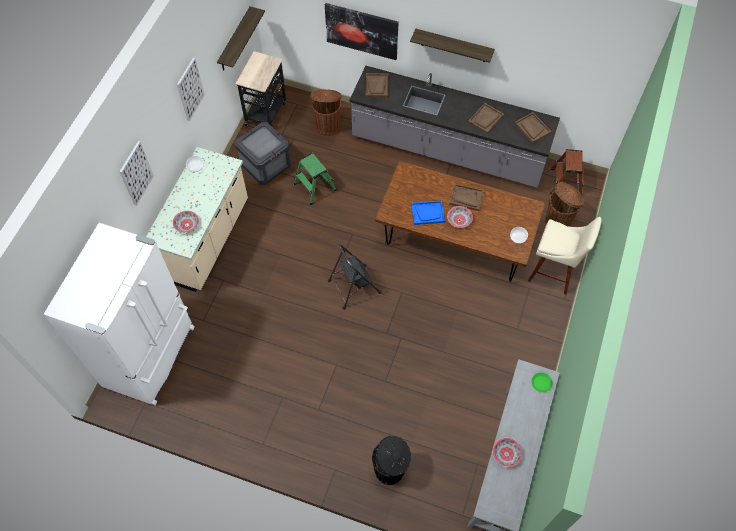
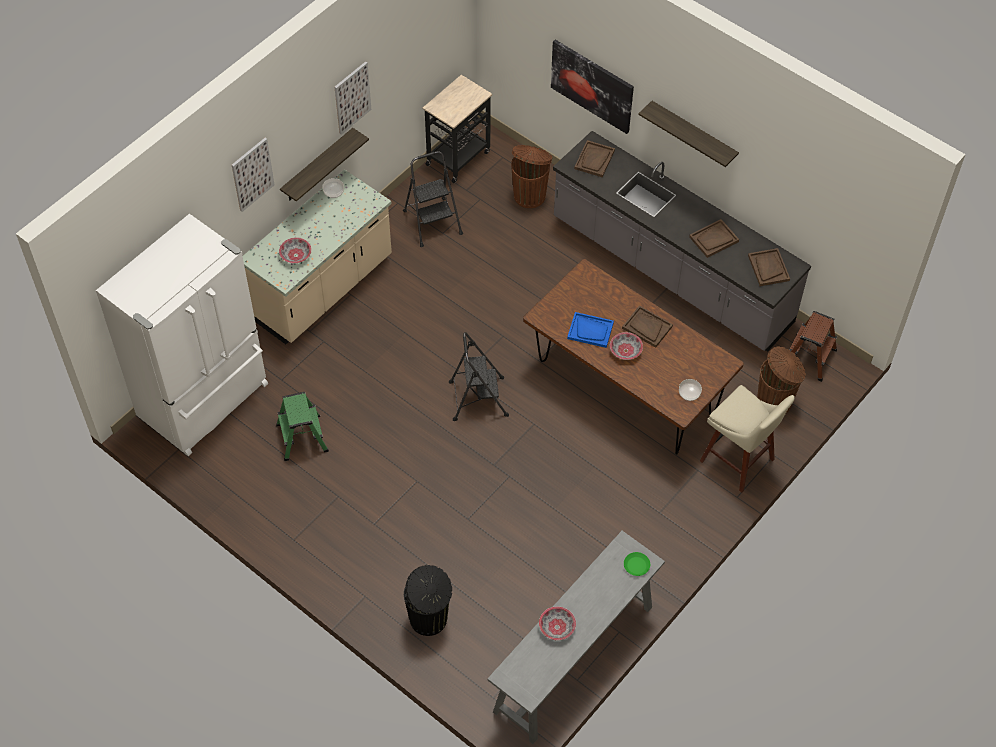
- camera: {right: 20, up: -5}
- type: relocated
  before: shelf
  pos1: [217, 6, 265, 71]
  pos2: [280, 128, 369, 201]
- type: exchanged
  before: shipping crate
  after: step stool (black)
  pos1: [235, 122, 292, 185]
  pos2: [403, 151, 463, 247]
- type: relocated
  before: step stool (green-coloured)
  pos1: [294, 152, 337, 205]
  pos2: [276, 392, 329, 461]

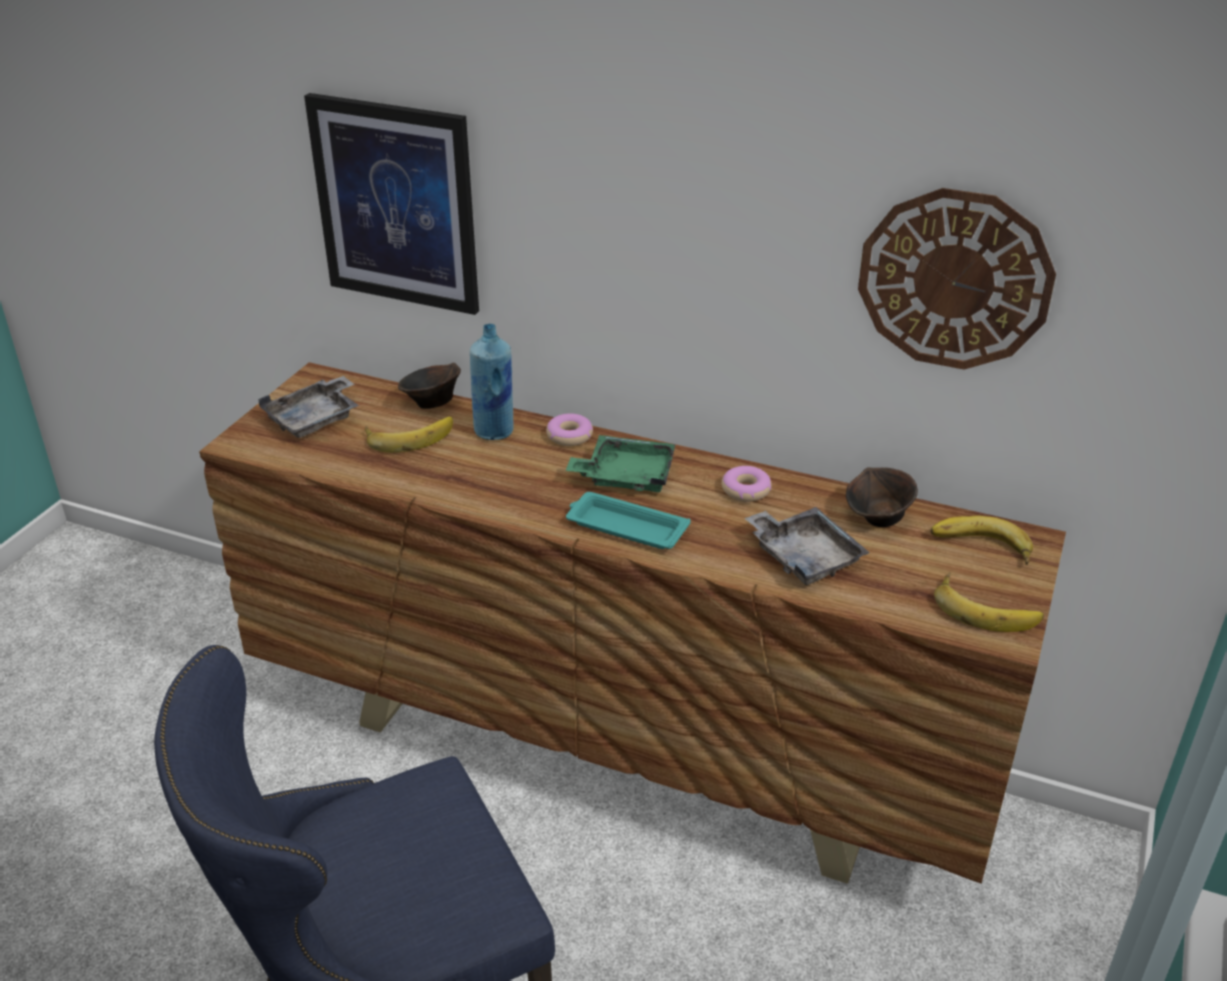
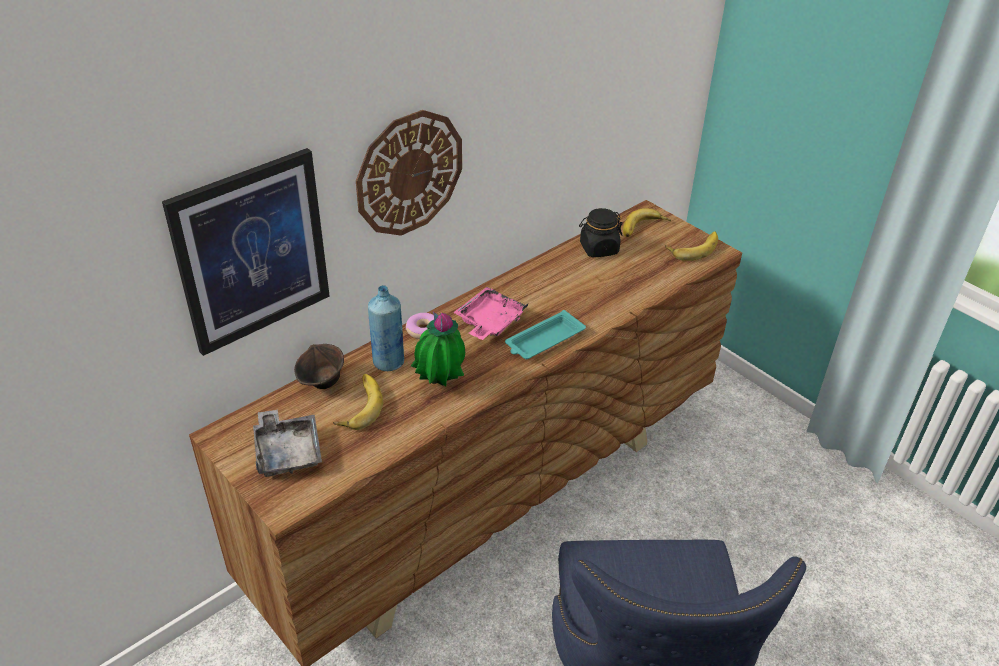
- camera: {right: -65, up: 5}
- type: colour
  before: tray (green-coloured)
  after: tray (pink-coloured)
  pos1: [565, 435, 676, 492]
  pos2: [453, 287, 528, 340]
- type: missing
  before: doughnut
  pos1: [722, 466, 771, 502]
- type: missing
  before: tray (grey)
  pos1: [745, 507, 870, 585]
- type: exchanged
  before: deep dish (brownish)
  after: preserve jar (black)
  pos1: [846, 467, 918, 527]
  pos2: [579, 208, 623, 257]
- type: relocated
  before: clock on the wall
  pos1: [858, 188, 1056, 370]
  pos2: [356, 110, 462, 236]
- type: appeared
  after: plant in a pot
  pos2: [411, 312, 465, 387]

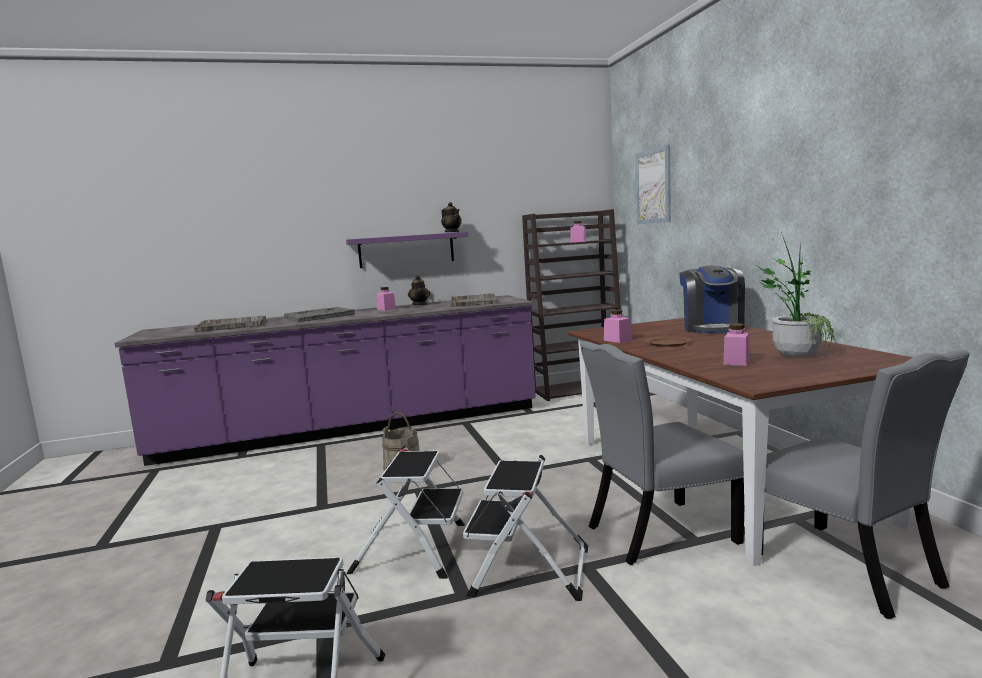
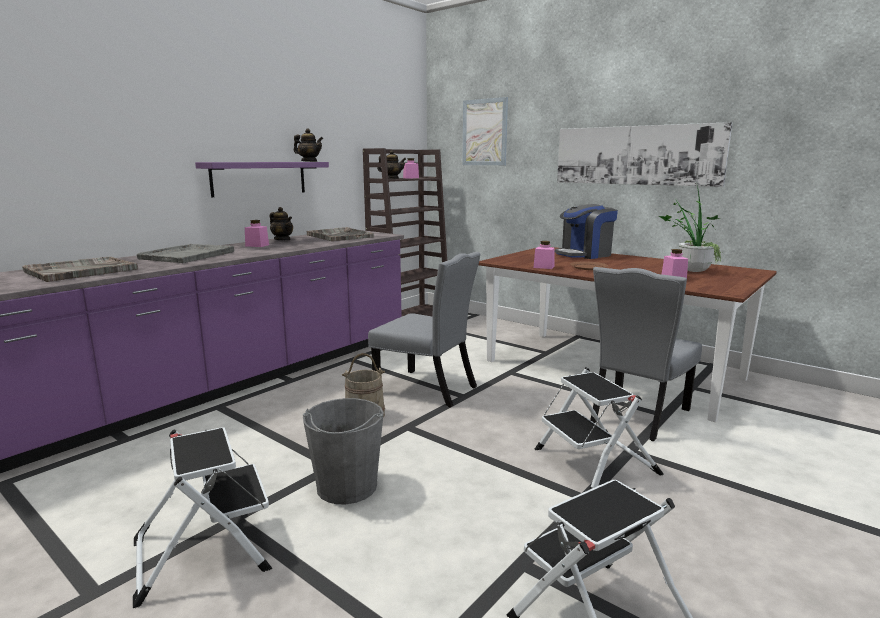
- camera: {right: -35, up: 5}
- type: relocated
  before: step stool
  pos1: [346, 446, 465, 579]
  pos2: [133, 427, 272, 608]
- type: spun
  before: coffee brewer
  pos1: [679, 265, 745, 333]
  pos2: [555, 204, 618, 259]
  turn: 90
- type: relocated
  before: plain chair (grey)
  pos1: [762, 349, 970, 619]
  pos2: [368, 252, 480, 407]
- type: appeared
  after: bucket (grey)
  pos2: [303, 398, 384, 504]
- type: appeared
  after: pot for tea
  pos2: [377, 150, 406, 179]
- type: appeared
  after: picture
  pos2: [557, 122, 733, 187]

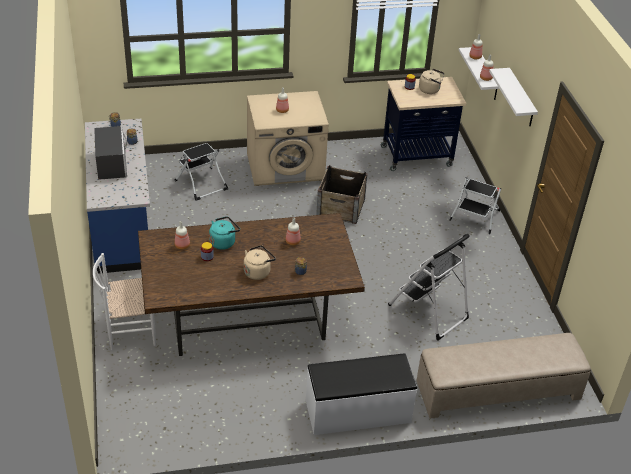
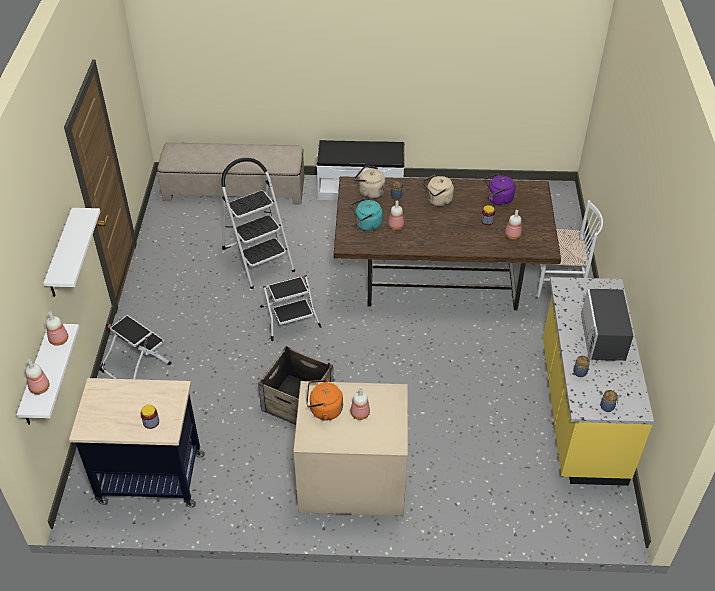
- camera: {right: -165, up: 5}
- type: colour
  before: counter (bluish)
  after: counter (yellow-coloured)
  pos1: [85, 119, 150, 274]
  pos2: [543, 277, 654, 486]
- type: relocated
  before: step stool
  pos1: [175, 143, 228, 201]
  pos2: [260, 275, 321, 341]
- type: relocated
  before: water kettle (blue-green)
  pos1: [209, 216, 240, 250]
  pos2: [351, 198, 383, 231]
- type: relocated
  before: water kettle (beige)
  pos1: [419, 69, 444, 94]
  pos2: [354, 165, 385, 199]
- type: appeared
  after: water kettle (orange-coloured)
  pos2: [306, 380, 343, 421]
- type: appeared
  after: water kettle (purplish)
  pos2: [485, 173, 515, 206]

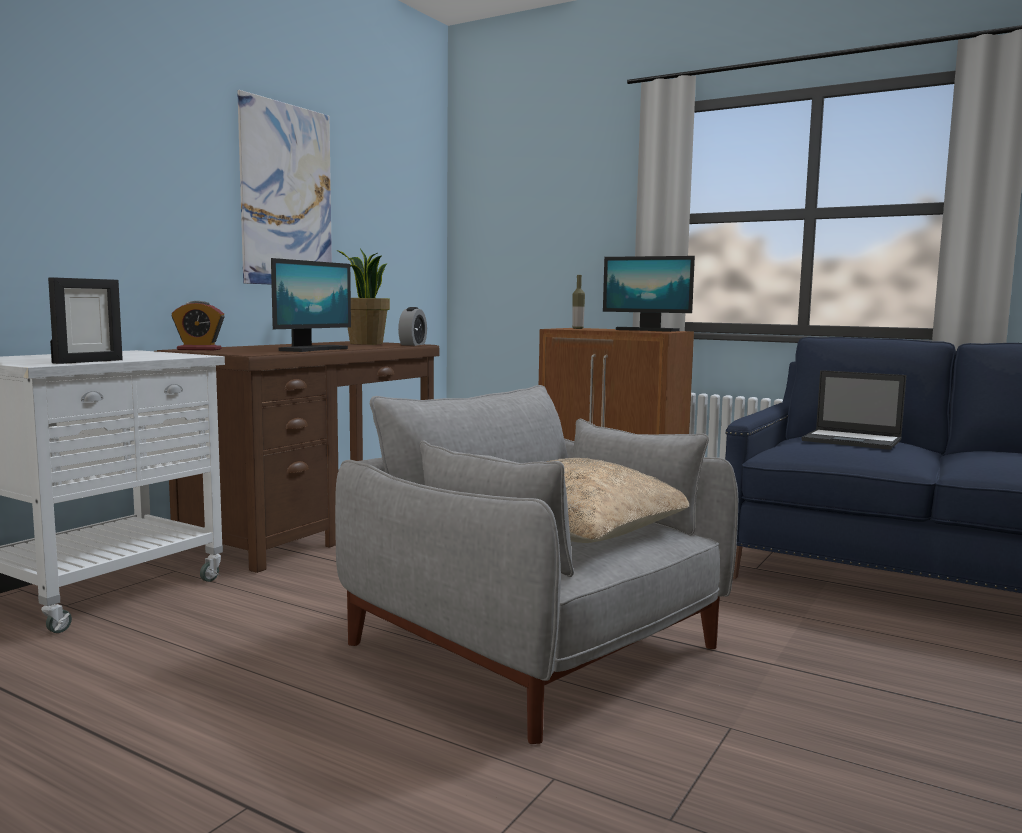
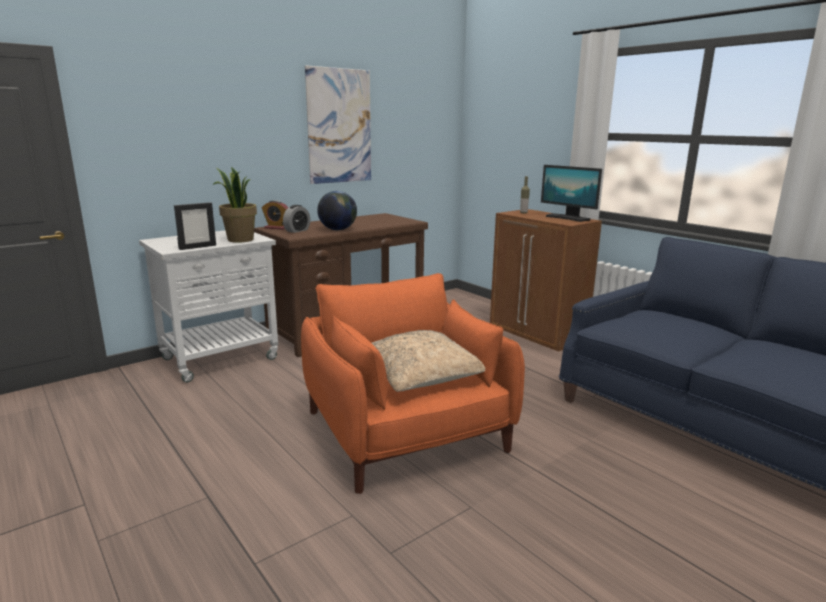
- camera: {right: 20, up: 10}
- type: exchanged
  before: monitor
  after: globe
  pos1: [271, 258, 351, 352]
  pos2: [317, 191, 357, 230]
- type: colour
  before: easy chair (grey)
  after: easy chair (orange-coloured)
  pos1: [335, 385, 738, 744]
  pos2: [301, 273, 525, 494]
- type: relocated
  before: plant in a pot
  pos1: [337, 249, 390, 345]
  pos2: [213, 167, 257, 243]
- type: relocated
  before: bedside clock
  pos1: [398, 307, 427, 346]
  pos2: [283, 205, 310, 233]
- type: missing
  before: laptop
  pos1: [801, 370, 906, 450]

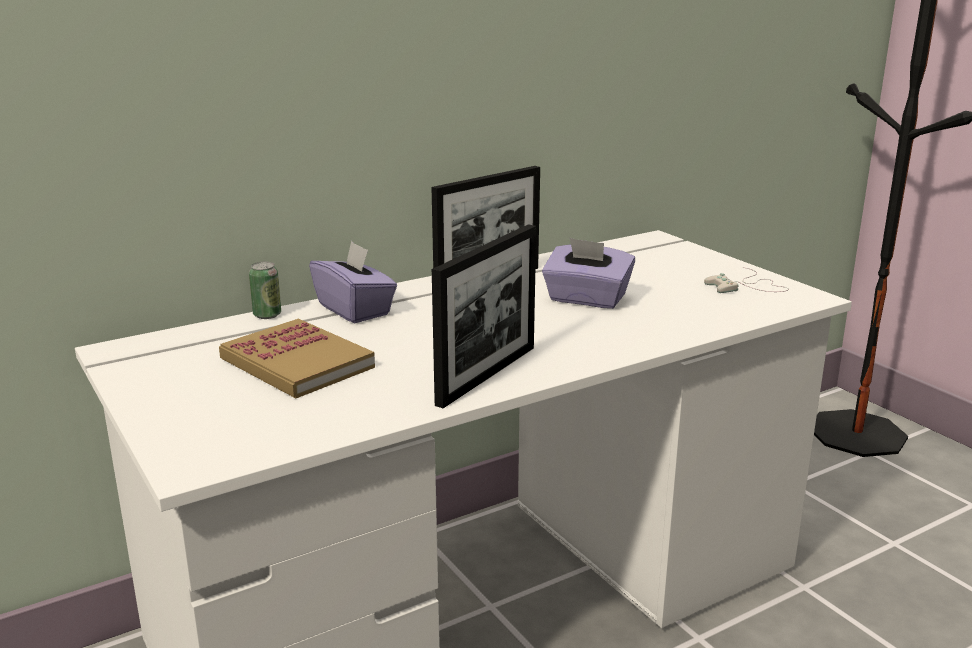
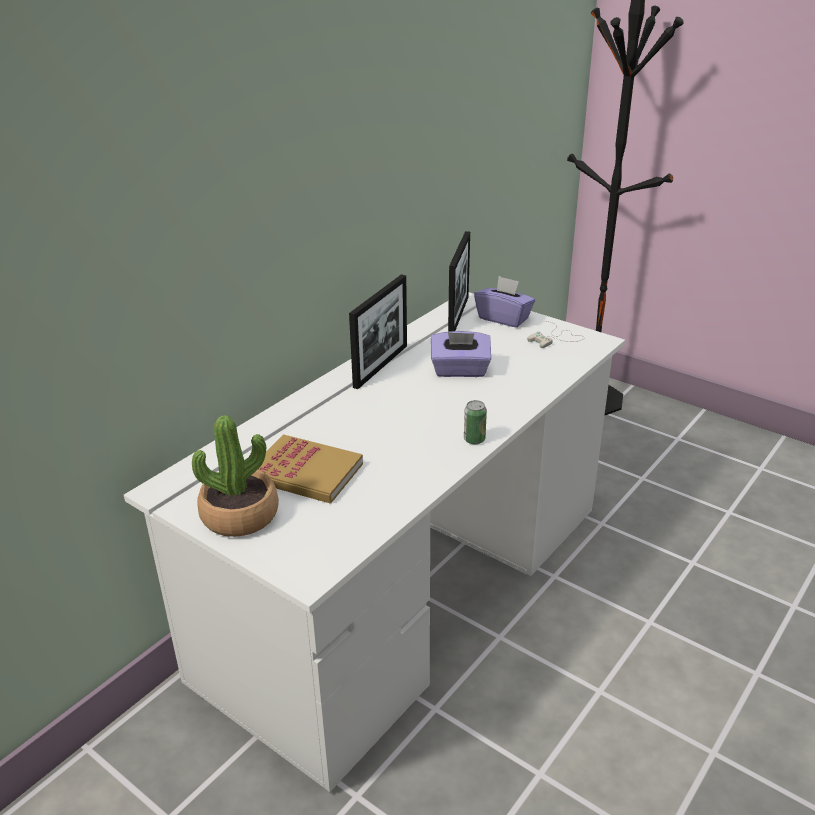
- camera: {right: -20, up: 10}
- type: relocated
  before: sealed can
  pos1: [249, 262, 281, 319]
  pos2: [464, 400, 487, 445]
- type: relocated
  before: tissue box (purplish)
  pos1: [309, 241, 397, 323]
  pos2: [474, 276, 535, 328]
- type: relocated
  before: photo frame
  pos1: [432, 224, 536, 408]
  pos2: [448, 231, 470, 332]
- type: appeared
  after: plant in a pot
  pos2: [192, 415, 279, 537]

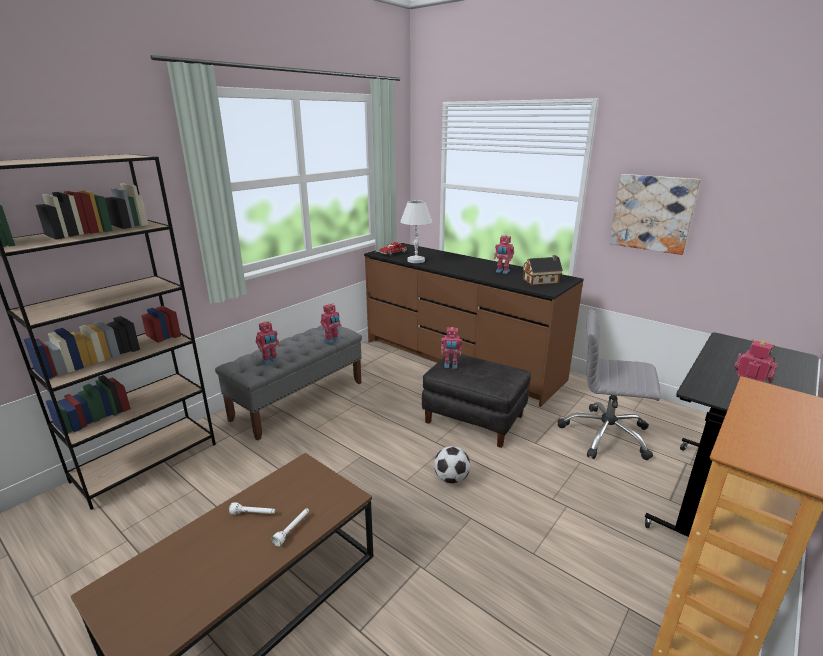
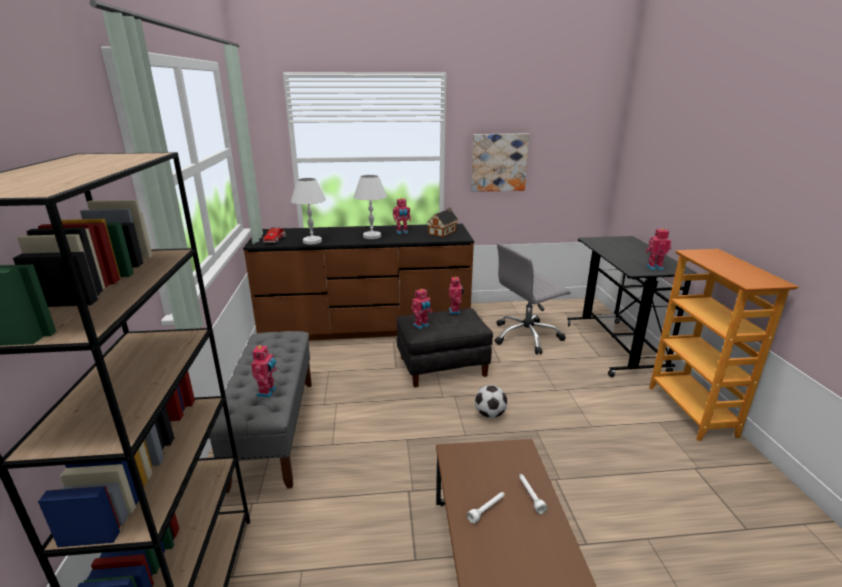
- camera: {right: -45, up: 0}
- type: relocated
  before: model robot
  pos1: [320, 304, 342, 343]
  pos2: [449, 277, 464, 314]
- type: appeared
  after: table lamp (white-coloured)
  pos2: [354, 175, 387, 239]

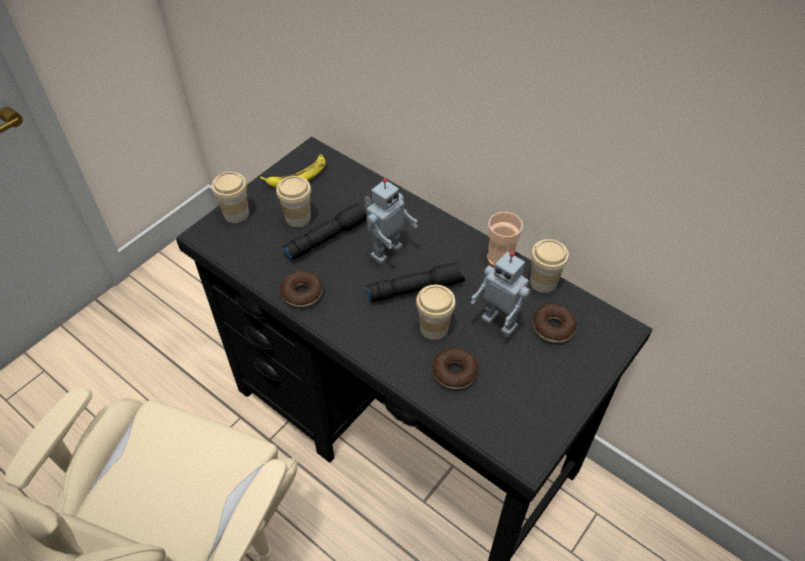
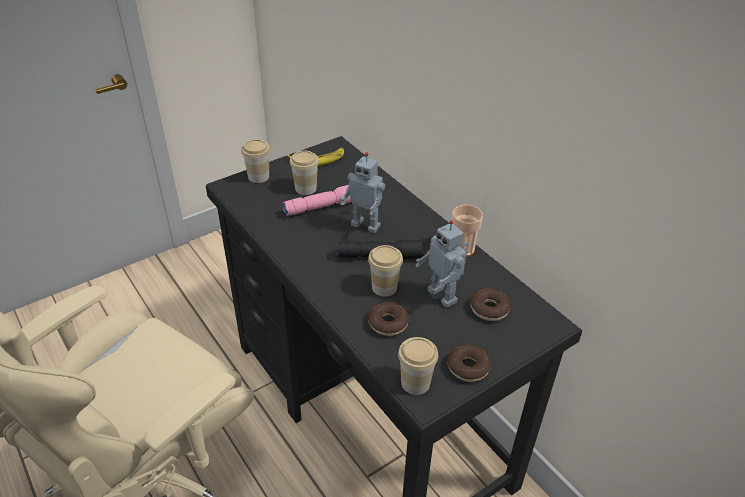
- camera: {right: 15, up: -10}
- type: relocated
  before: doughnut
  pos1: [280, 271, 323, 307]
  pos2: [447, 344, 491, 382]
- type: colour
  before: torch (black)
  after: torch (pink-coloured)
  pos1: [283, 203, 367, 261]
  pos2: [283, 185, 352, 216]
- type: spun
  before: model robot
  pos1: [365, 178, 417, 265]
  pos2: [341, 152, 385, 233]
  turn: 60
- type: relocated
  before: small cup
  pos1: [530, 239, 569, 293]
  pos2: [398, 337, 438, 395]

